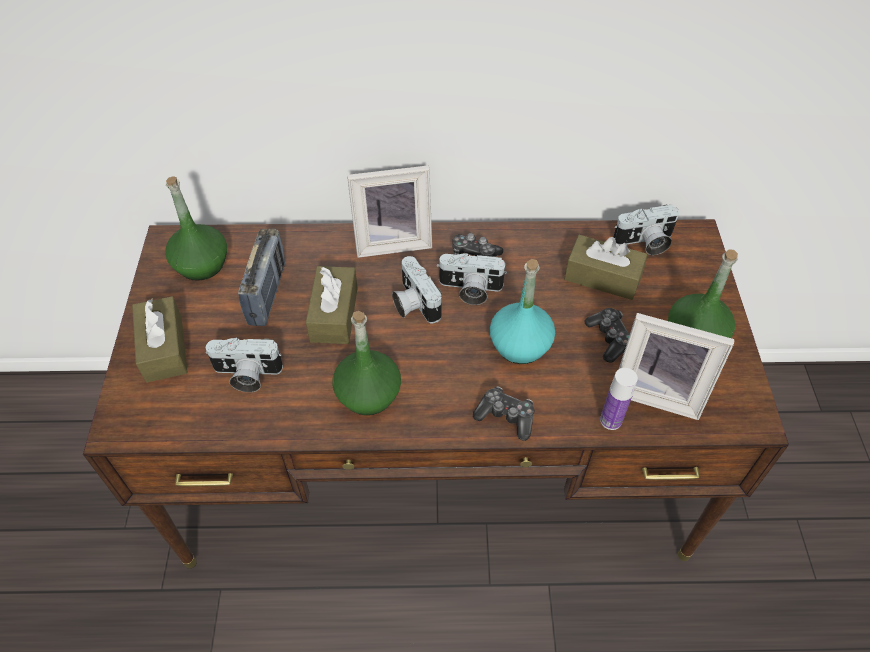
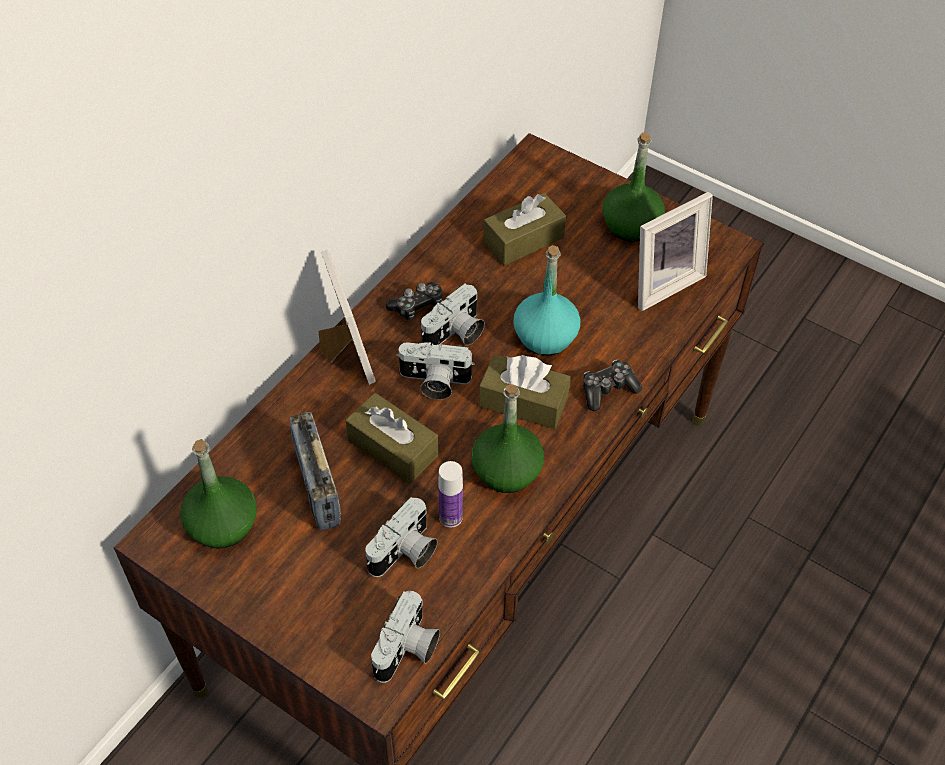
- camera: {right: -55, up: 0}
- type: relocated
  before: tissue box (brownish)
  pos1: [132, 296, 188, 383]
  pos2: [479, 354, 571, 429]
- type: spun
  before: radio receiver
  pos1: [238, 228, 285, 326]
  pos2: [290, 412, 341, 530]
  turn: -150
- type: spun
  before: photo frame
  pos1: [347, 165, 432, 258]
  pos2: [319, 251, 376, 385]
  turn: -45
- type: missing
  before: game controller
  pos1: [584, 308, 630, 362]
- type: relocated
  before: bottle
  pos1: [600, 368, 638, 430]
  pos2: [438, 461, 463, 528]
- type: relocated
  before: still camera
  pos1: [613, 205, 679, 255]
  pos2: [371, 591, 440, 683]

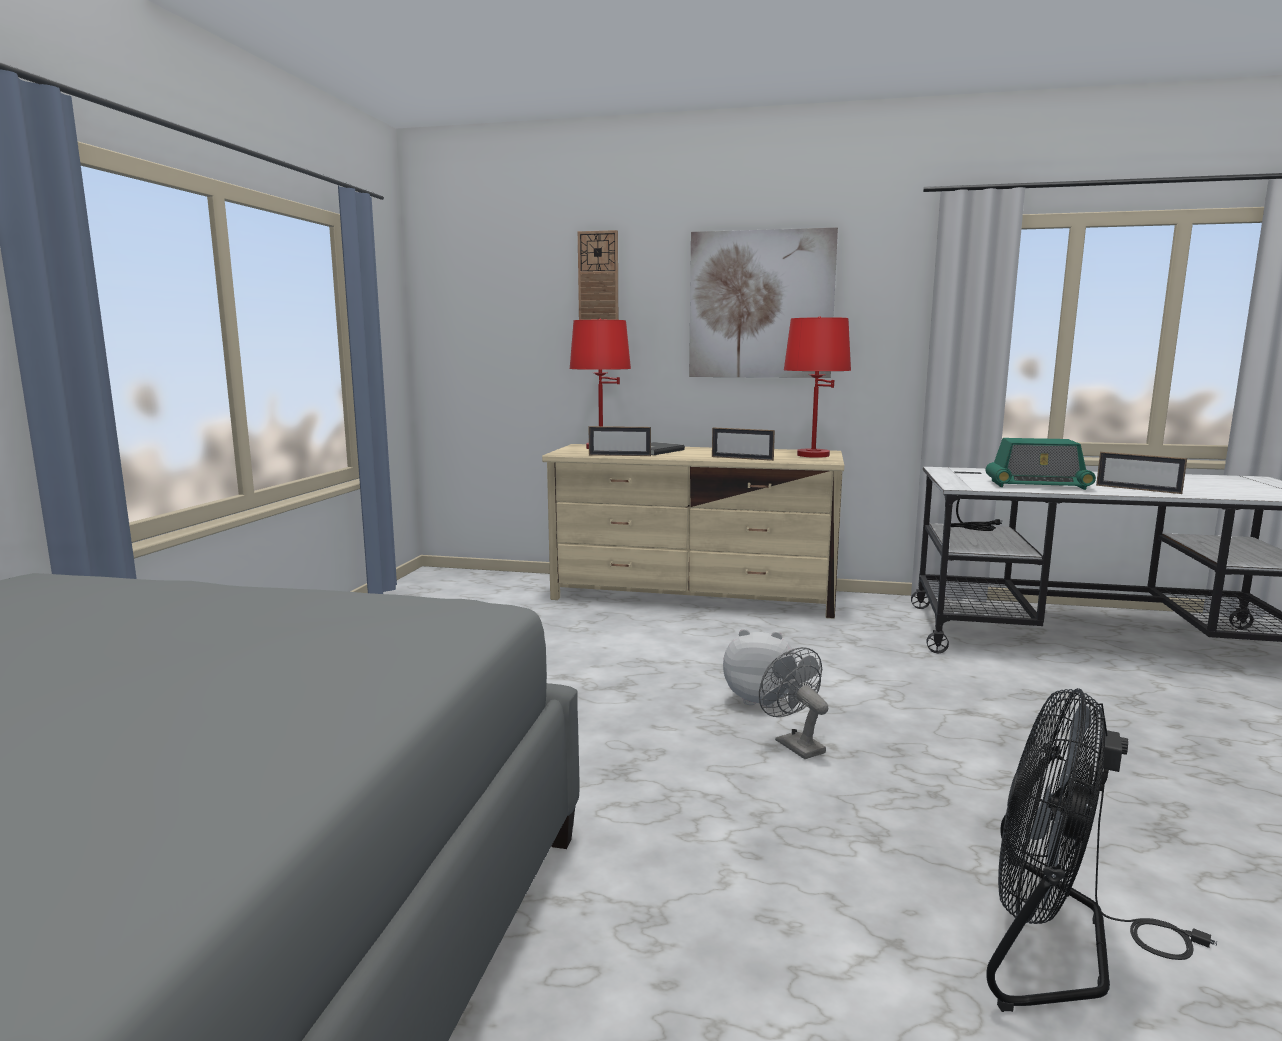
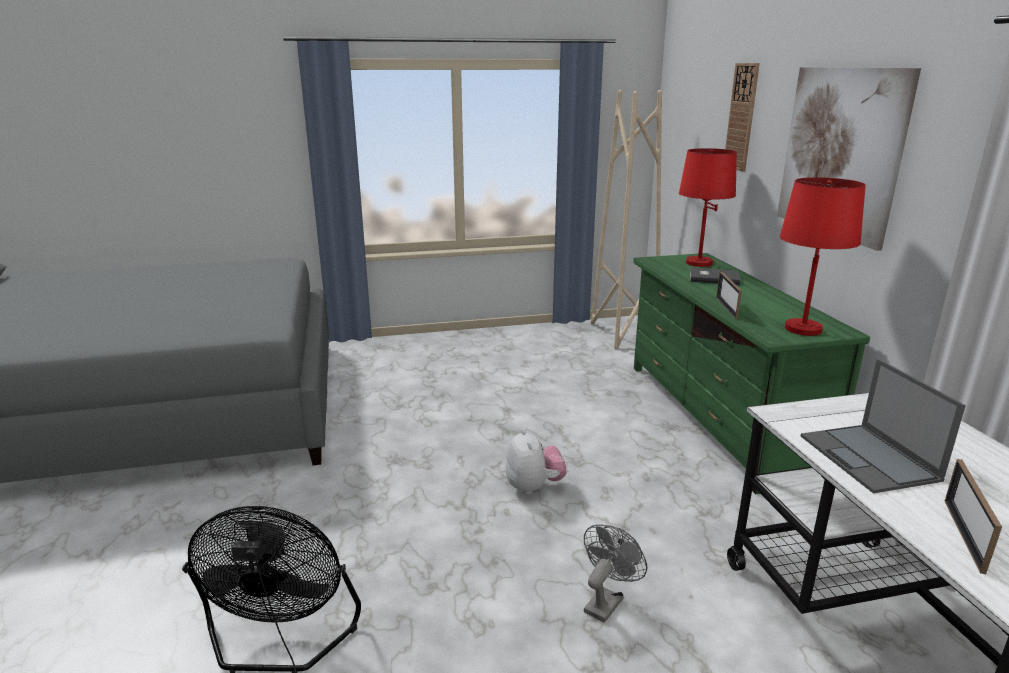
- camera: {right: 65, up: 10}
- type: colour
  before: chest of drawers (beige)
  after: chest of drawers (green-coloured)
  pos1: [542, 444, 844, 619]
  pos2: [633, 253, 870, 494]
- type: missing
  before: photo frame
  pos1: [589, 426, 651, 456]
- type: relocated
  before: cooling fan (grey)
  pos1: [759, 647, 829, 759]
  pos2: [584, 524, 647, 623]
- type: exchanged
  before: radio receiver
  after: laptop
  pos1: [985, 438, 1096, 490]
  pos2: [801, 359, 966, 493]
- type: appeared
  after: clothes rack (beige)
  pos2: [591, 90, 662, 349]

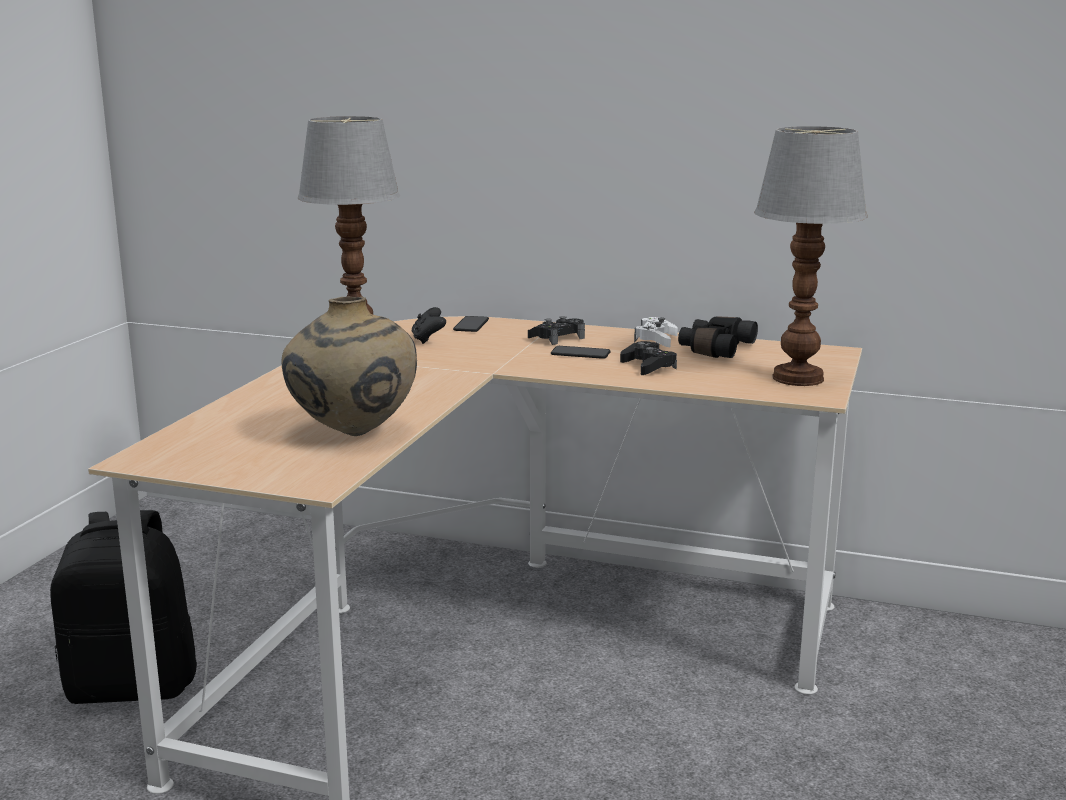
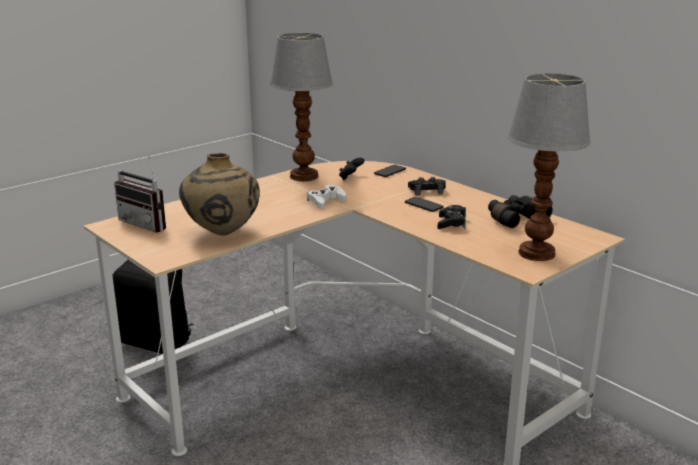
- camera: {right: 30, up: 5}
- type: relocated
  before: game controller (white-coloured)
  pos1: [634, 317, 678, 347]
  pos2: [307, 185, 346, 209]
- type: appeared
  after: radio receiver
  pos2: [114, 155, 166, 233]

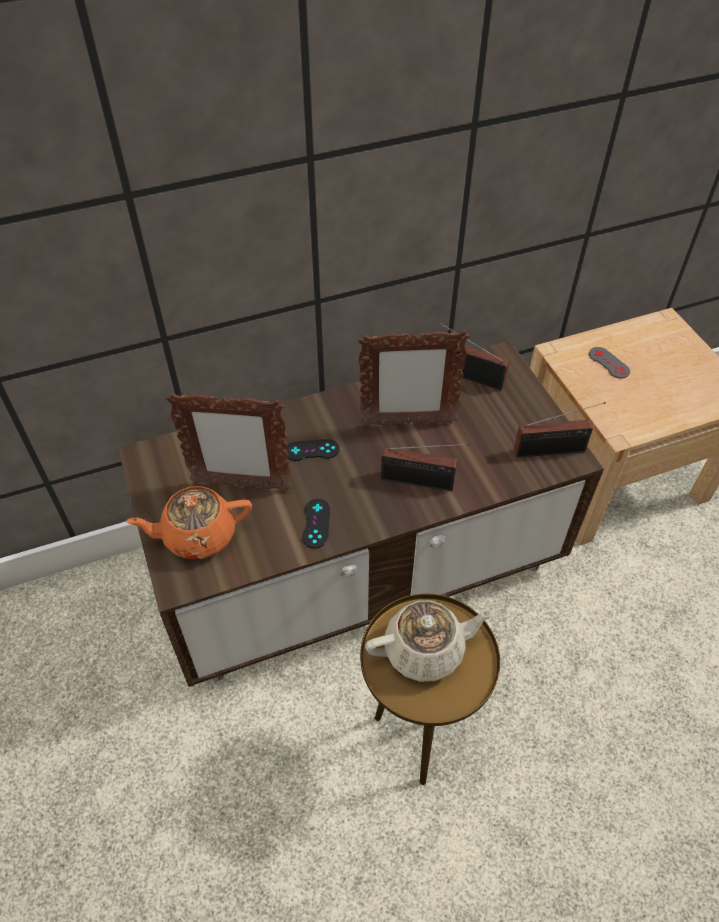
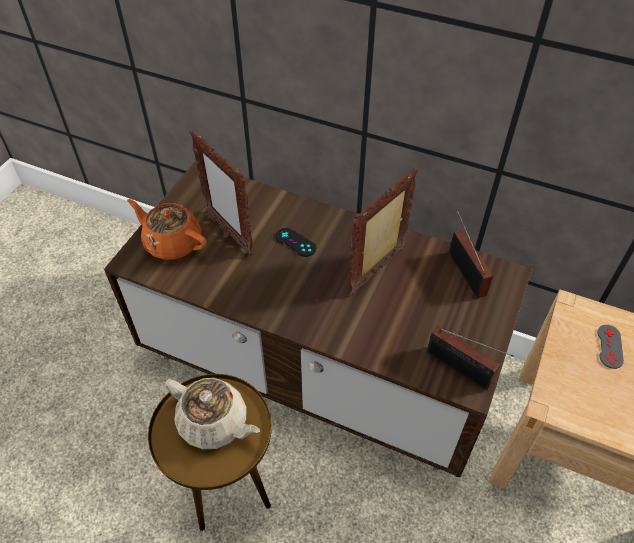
- camera: {right: 45, up: 0}
- type: missing
  before: game controller (black)
  pos1: [302, 499, 330, 548]
- type: spun
  before: photo frame
  pos1: [358, 330, 470, 427]
  pos2: [348, 168, 418, 295]
  turn: 90
- type: missing
  before: radio receiver
  pos1: [381, 444, 469, 491]

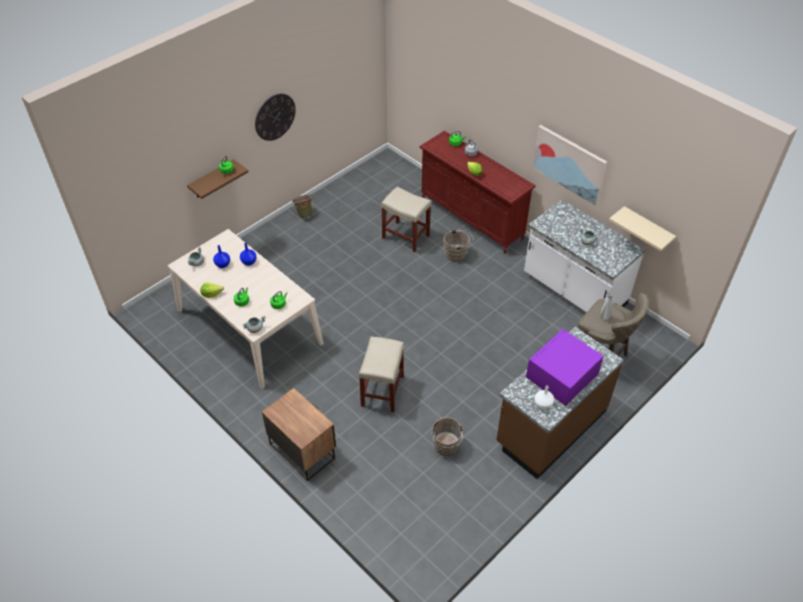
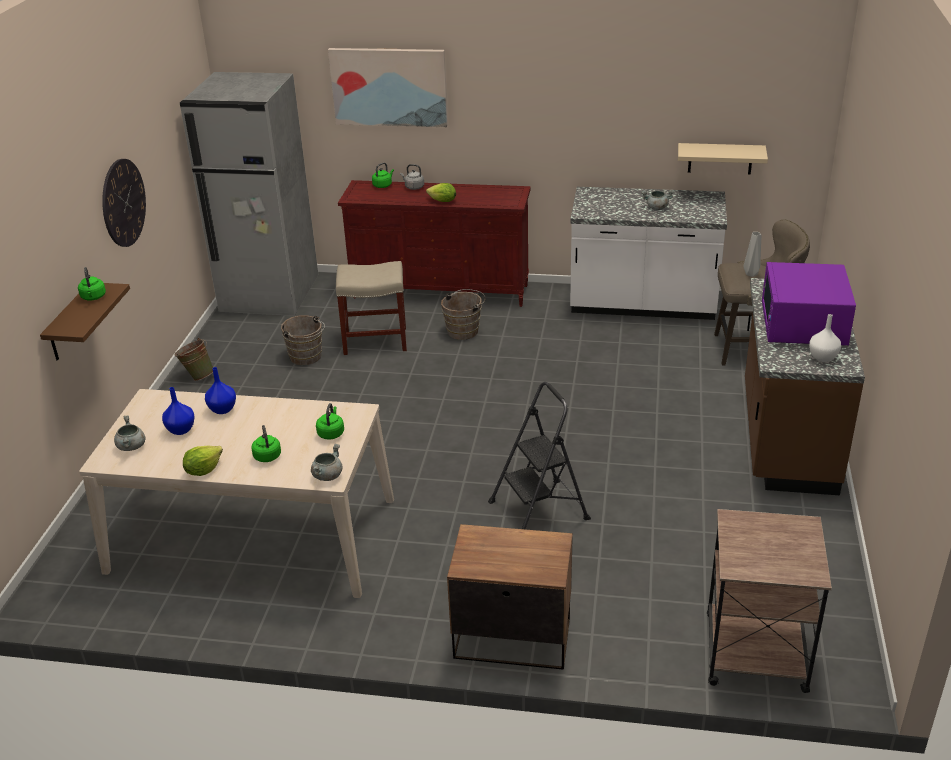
- camera: {right: -35, up: -15}
- type: exchanged
  before: stool seat (beige)
  after: step stool (black)
  pos1: [359, 337, 404, 412]
  pos2: [488, 382, 591, 529]
- type: relocated
  before: bucket (brownish)
  pos1: [431, 417, 464, 456]
  pos2: [281, 315, 325, 365]
- type: relocated
  before: picture
  pos1: [532, 125, 607, 206]
  pos2: [328, 48, 448, 127]
- type: appeared
  after: refrigerator (grey)
  pos2: [180, 72, 318, 316]
- type: appeared
  after: wheeled cart (brownish)
  pos2: [707, 509, 832, 693]

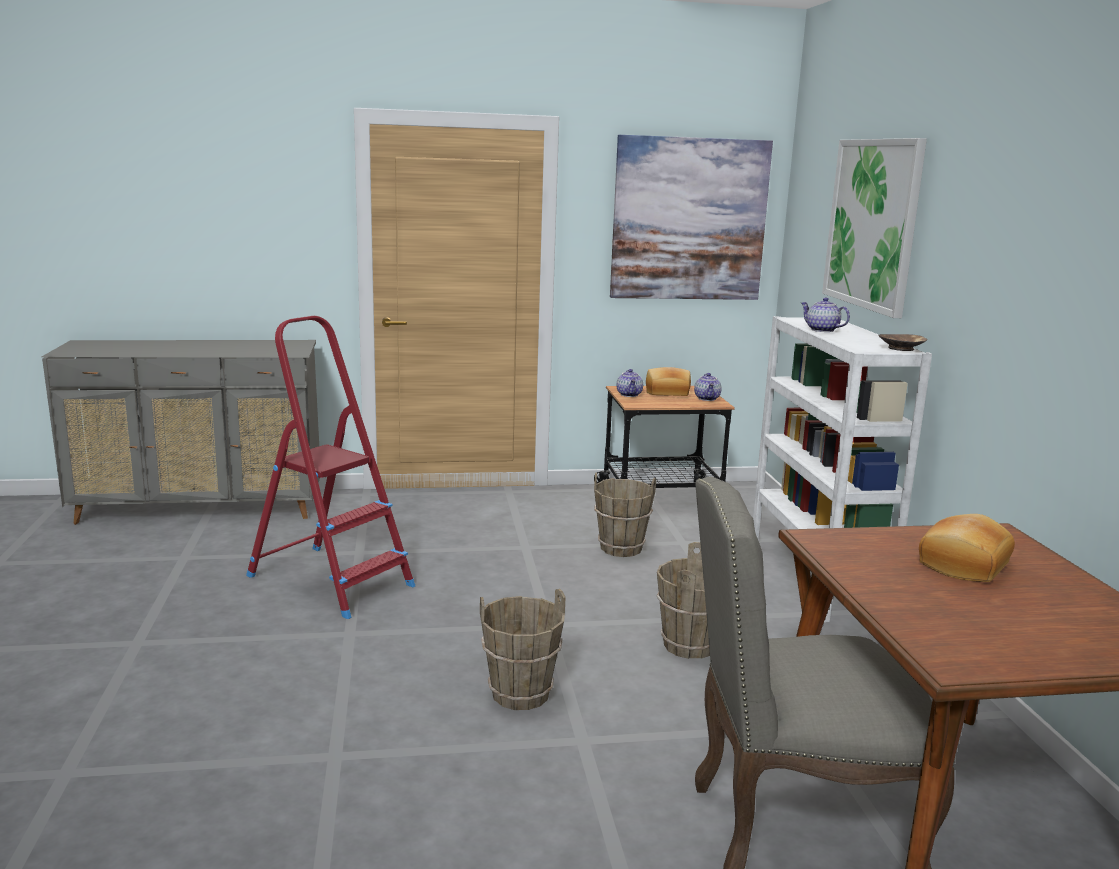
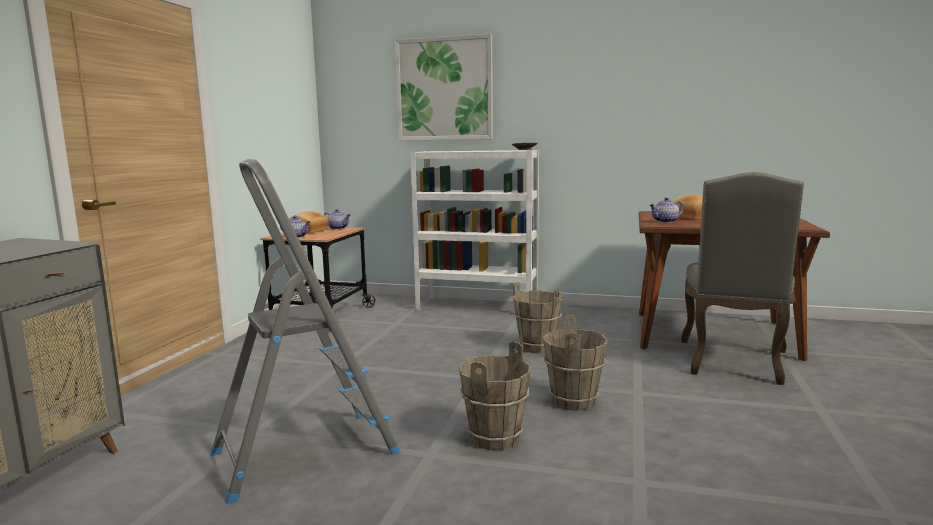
- camera: {right: -65, up: -5}
- type: colour
  before: step stool (red)
  after: step stool (grey)
  pos1: [246, 316, 415, 619]
  pos2: [210, 159, 401, 504]
- type: relocated
  before: bucket (brownish)
  pos1: [594, 473, 656, 557]
  pos2: [458, 341, 531, 450]
- type: missing
  before: picture
  pos1: [610, 135, 773, 300]
- type: relocated
  before: pot for tea
  pos1: [801, 297, 850, 332]
  pos2: [649, 197, 684, 223]

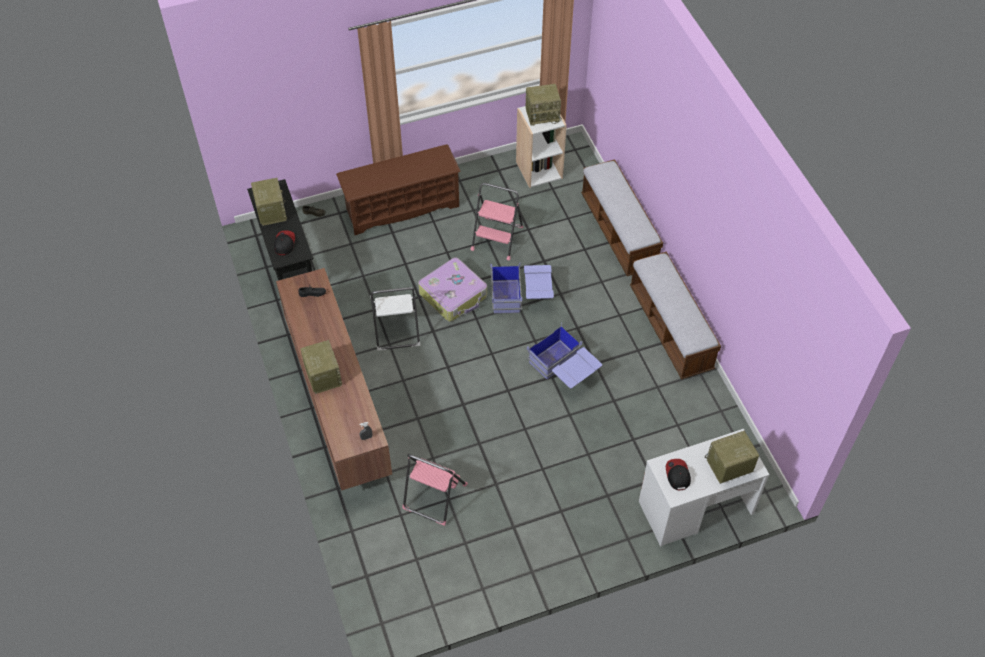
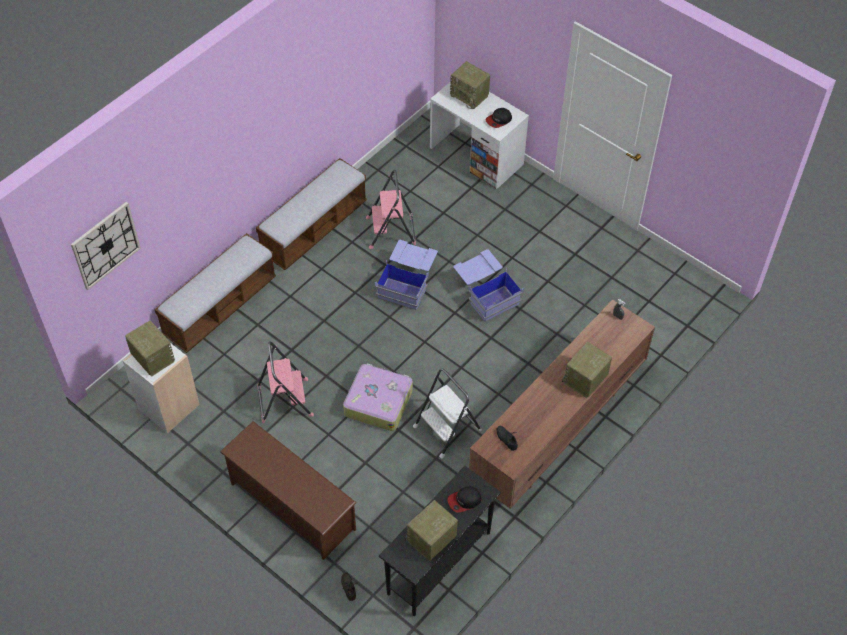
- camera: {right: -120, up: 0}
- type: relocated
  before: step stool (pink-coloured)
  pos1: [402, 454, 468, 526]
  pos2: [366, 170, 416, 249]
- type: relocated
  before: storage container (bluish)
  pos1: [490, 263, 554, 314]
  pos2: [453, 249, 524, 322]
- type: appeared
  after: clock on the wall
  pos2: [71, 202, 141, 290]

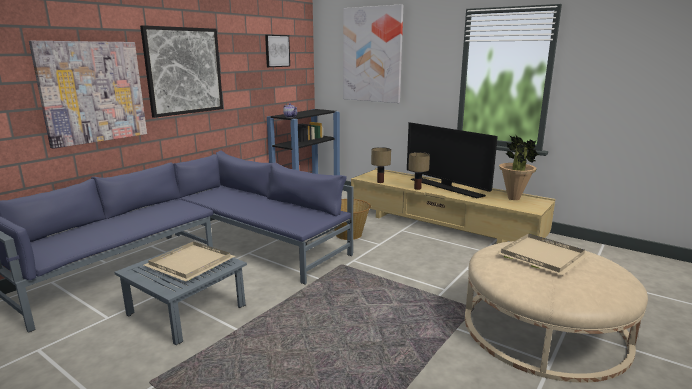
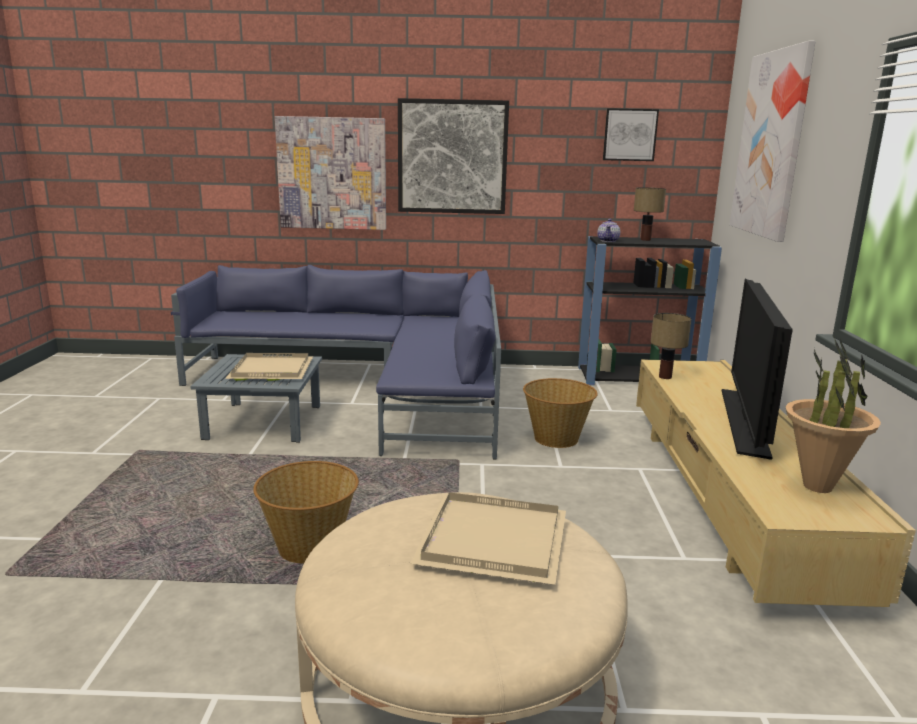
- camera: {right: 55, up: 0}
- type: relocated
  before: table lamp
  pos1: [408, 152, 430, 190]
  pos2: [634, 187, 666, 241]
- type: appeared
  after: basket
  pos2: [253, 461, 359, 564]

